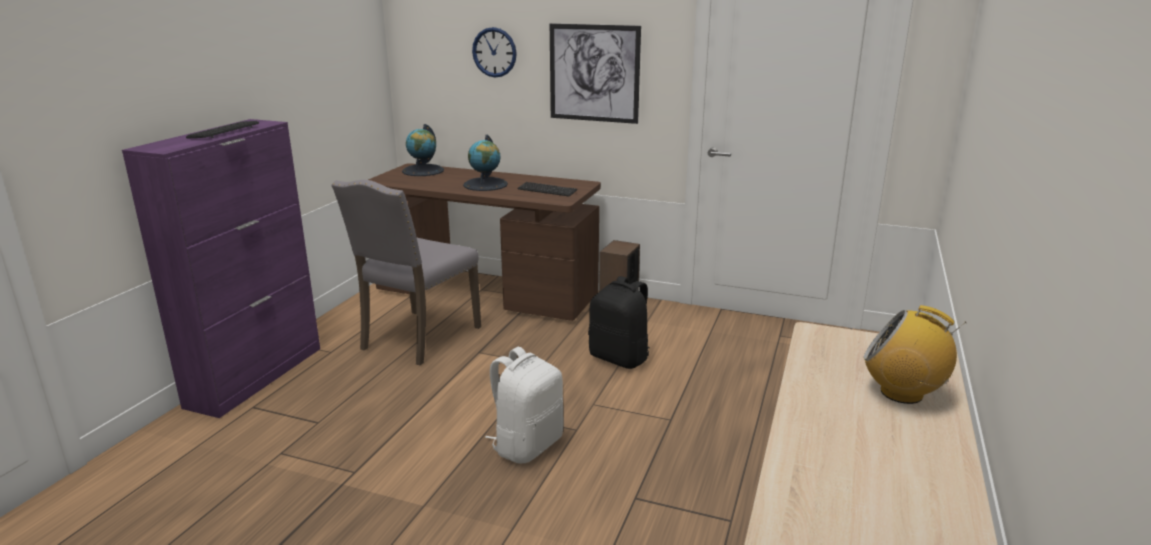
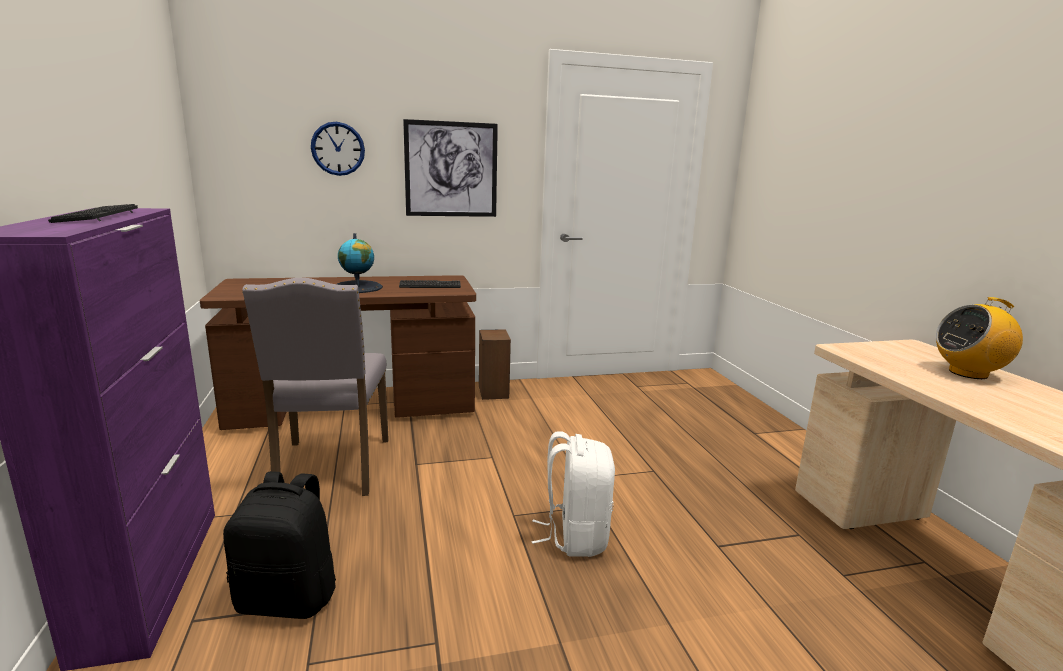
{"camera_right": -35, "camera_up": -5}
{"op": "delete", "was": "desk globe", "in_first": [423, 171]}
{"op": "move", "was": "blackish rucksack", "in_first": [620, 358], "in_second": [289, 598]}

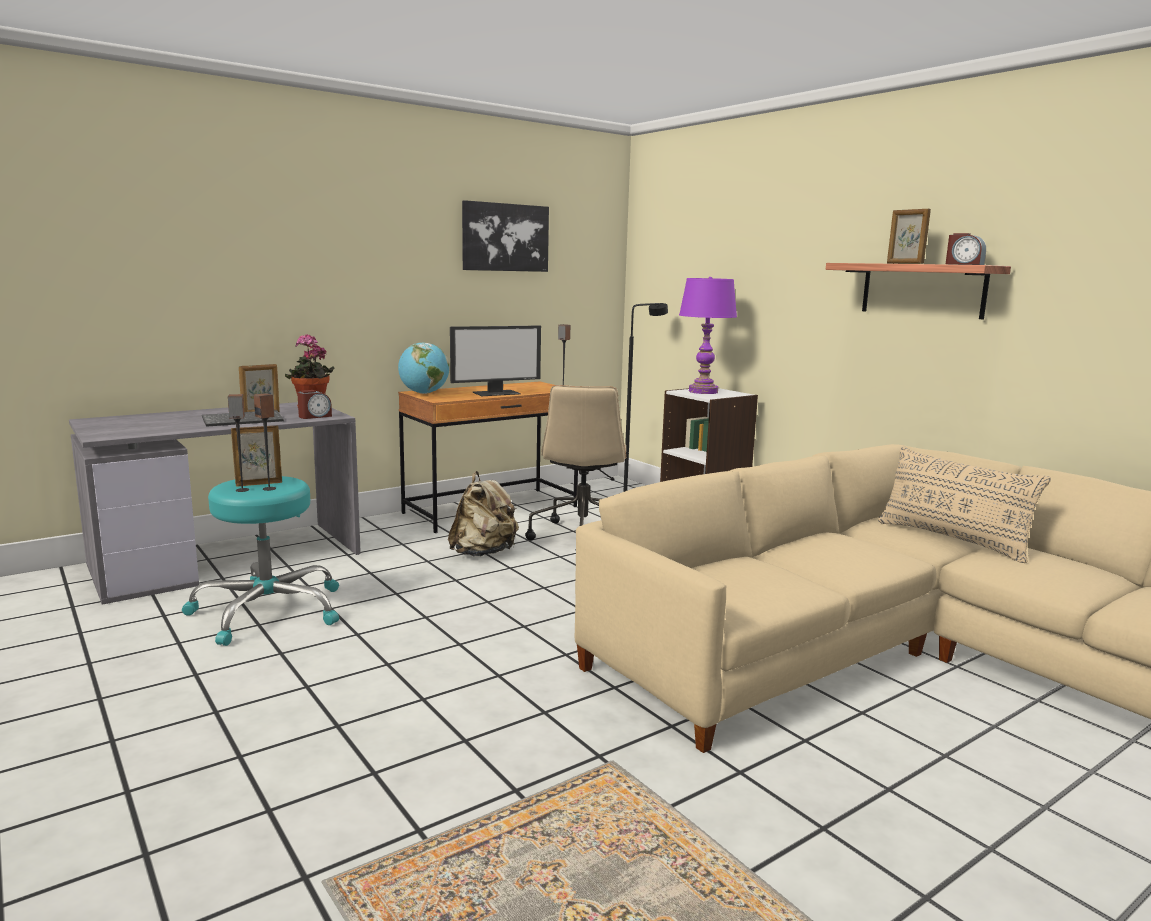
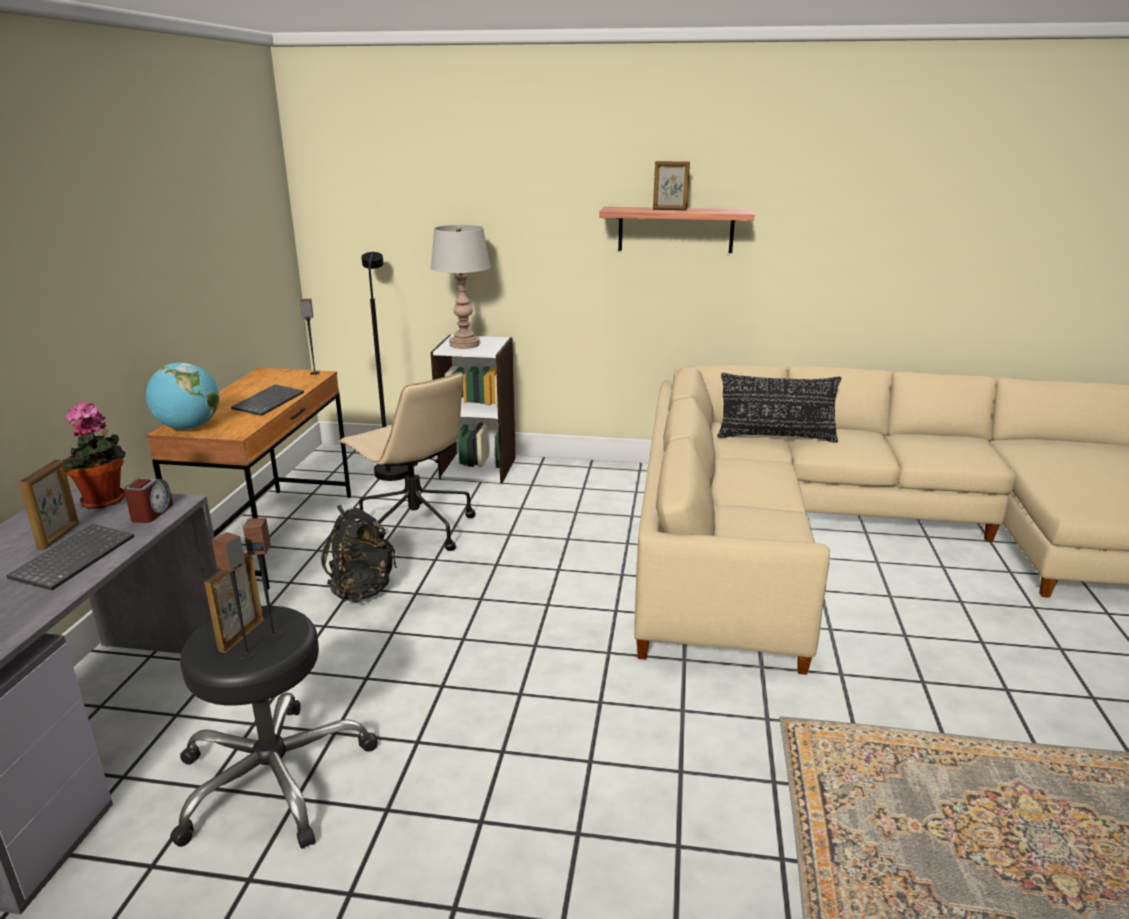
{"camera_right": -45, "camera_up": 10}
{"op": "delete", "was": "picture", "in_first": [505, 237]}
{"op": "delete", "was": "bedside clock", "in_first": [964, 264]}
{"op": "replace", "was": "monitor", "now": "PC keyboard", "in_first": [496, 393], "in_second": [268, 401]}
{"op": "recolor", "was": "turquoise-coloured stool", "now": "blackish stool", "in_first": [268, 611], "in_second": [273, 778]}
{"op": "recolor", "was": "beige rucksack", "now": "blackish rucksack", "in_first": [483, 553], "in_second": [362, 590]}
{"op": "recolor", "was": "purplish lamp for a table", "now": "grey lamp for a table", "in_first": [703, 391], "in_second": [464, 344]}
{"op": "recolor", "was": "beige throw pillow", "now": "blackish throw pillow", "in_first": [952, 540], "in_second": [776, 437]}

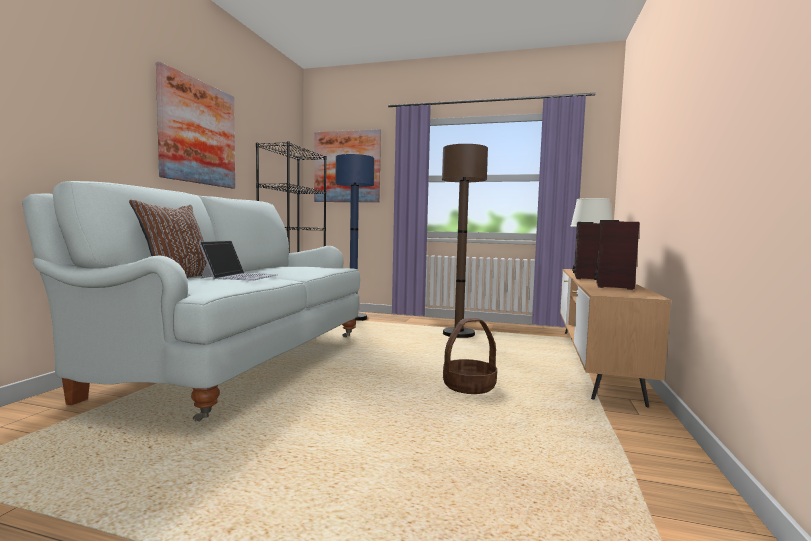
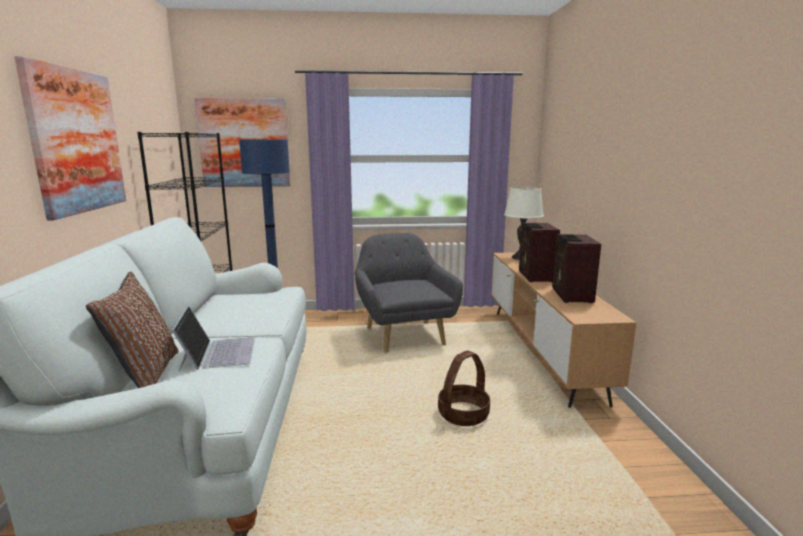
{"camera_right": -20, "camera_up": 10}
{"op": "replace", "was": "brown standard lamp", "now": "grey lounge chair", "in_first": [458, 334], "in_second": [404, 334]}

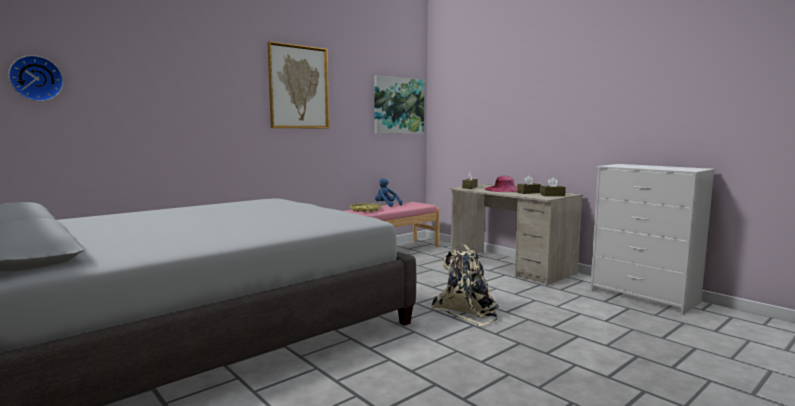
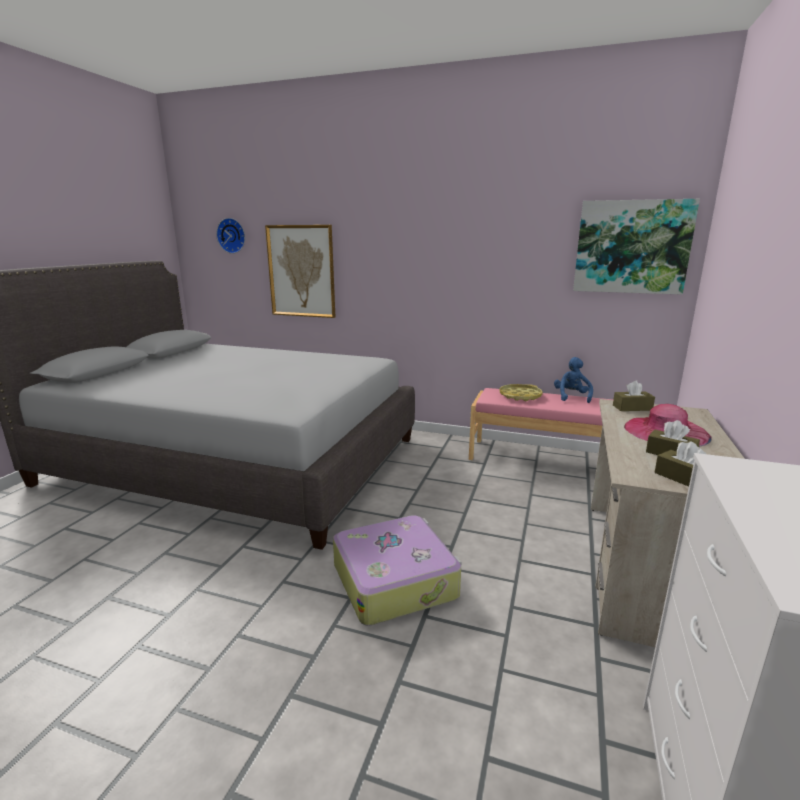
{"camera_right": 60, "camera_up": 10}
{"op": "move", "was": "picture", "in_first": [298, 87], "in_second": [301, 271]}
{"op": "replace", "was": "beige rucksack", "now": "travel case", "in_first": [467, 311], "in_second": [395, 580]}

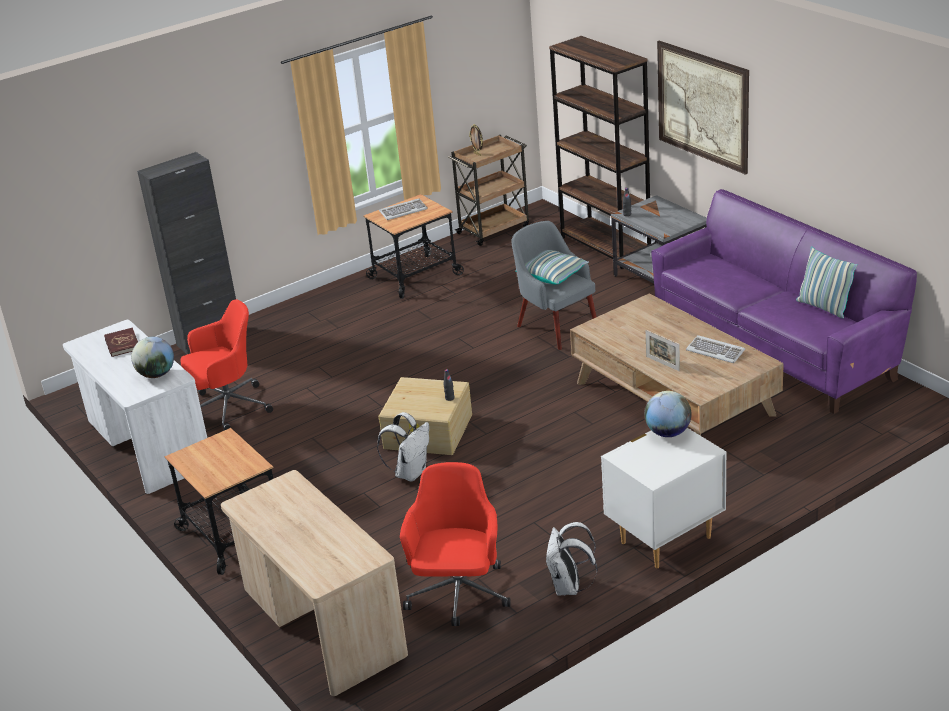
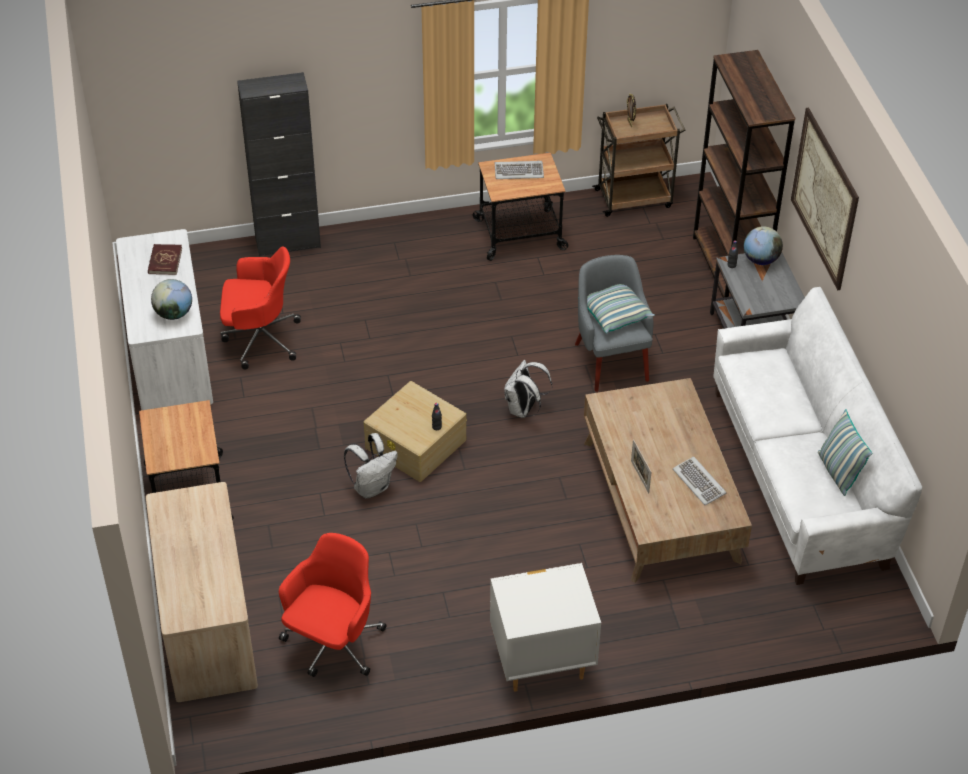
{"camera_right": 20, "camera_up": 15}
{"op": "move", "was": "whitish rucksack", "in_first": [569, 587], "in_second": [523, 410]}
{"op": "move", "was": "desk globe", "in_first": [668, 433], "in_second": [760, 260]}
{"op": "recolor", "was": "purplish sofa", "now": "whitish sofa", "in_first": [773, 348], "in_second": [798, 477]}

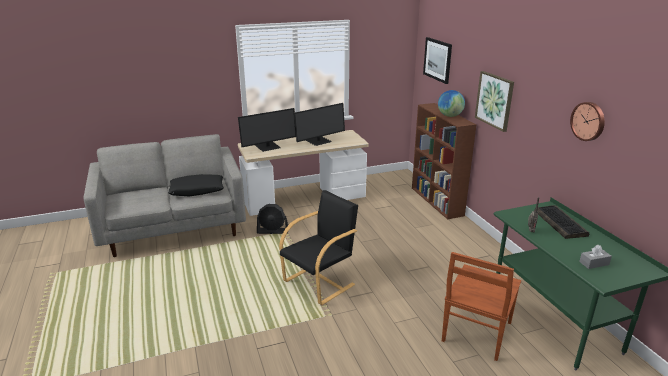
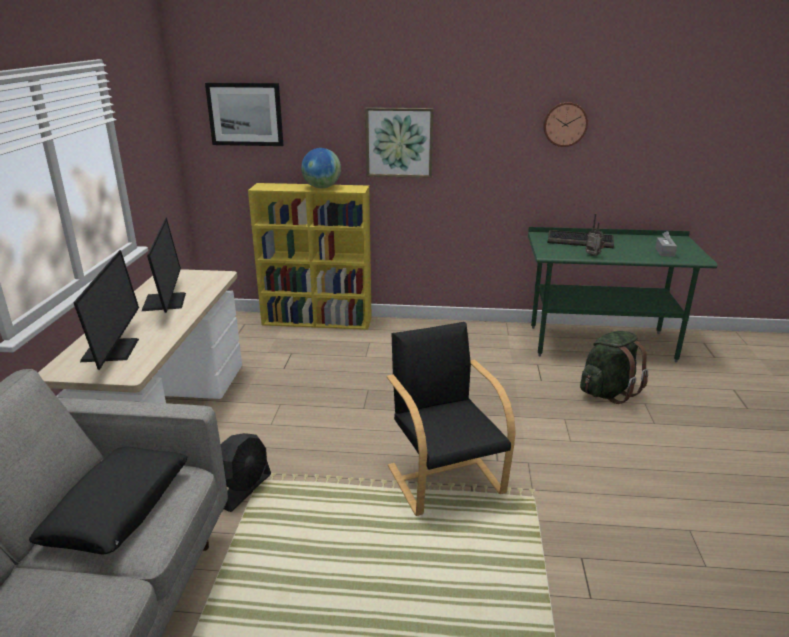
{"camera_right": -65, "camera_up": 0}
{"op": "replace", "was": "brown plain chair", "now": "green-coloured rucksack", "in_first": [476, 333], "in_second": [607, 392]}
{"op": "recolor", "was": "brown shelving unit", "now": "yellow-coloured shelving unit", "in_first": [437, 201], "in_second": [318, 321]}

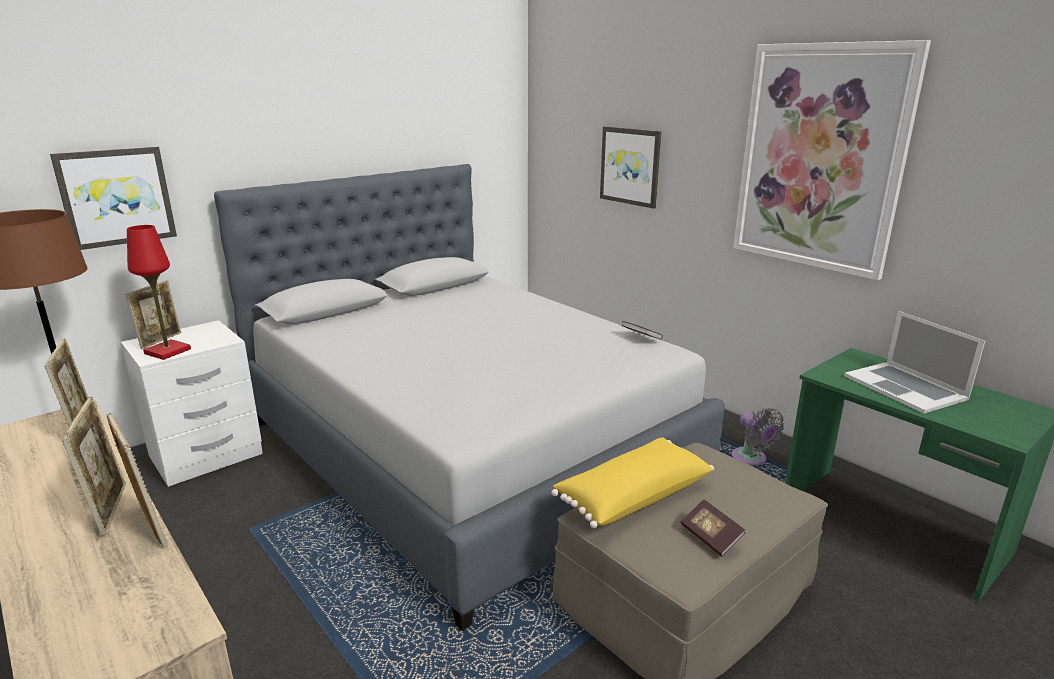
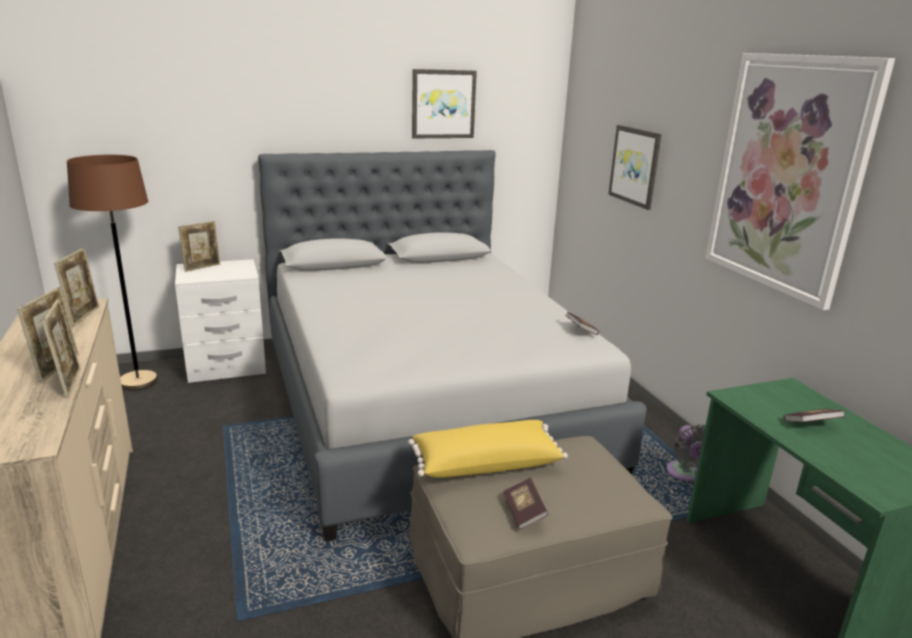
{"camera_right": 20, "camera_up": 0}
{"op": "delete", "was": "red lamp for a table", "in_first": [167, 351]}
{"op": "move", "was": "picture", "in_first": [116, 197], "in_second": [443, 104]}
{"op": "replace", "was": "notebook computer", "now": "bound book", "in_first": [905, 387], "in_second": [811, 425]}

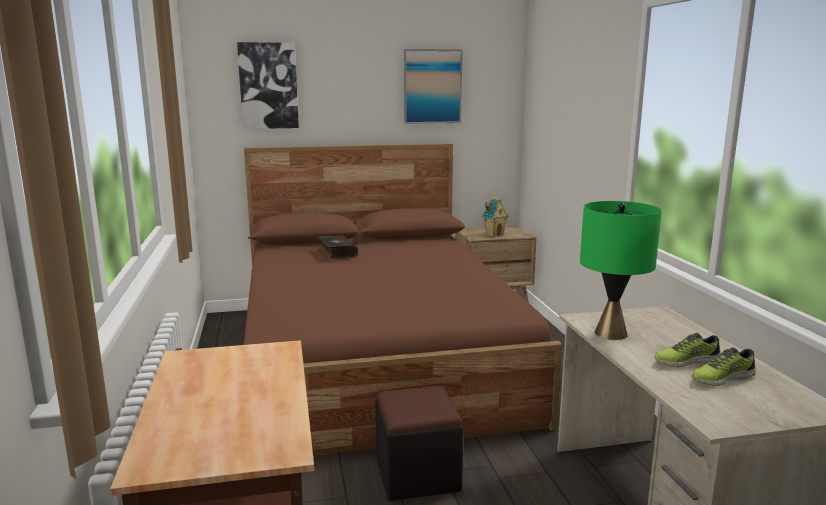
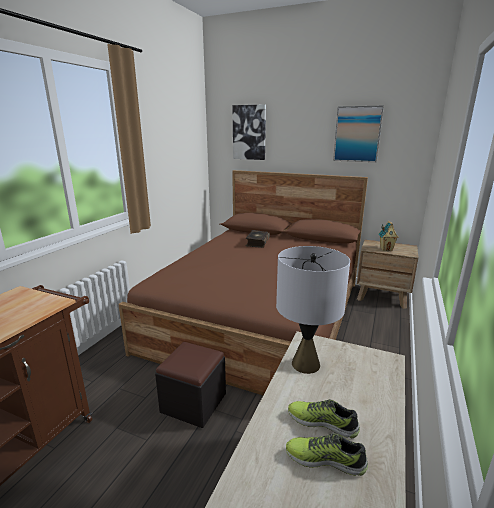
{"camera_right": 35, "camera_up": 5}
{"op": "recolor", "was": "green-coloured lamp for a table", "now": "grey lamp for a table", "in_first": [610, 333], "in_second": [305, 364]}

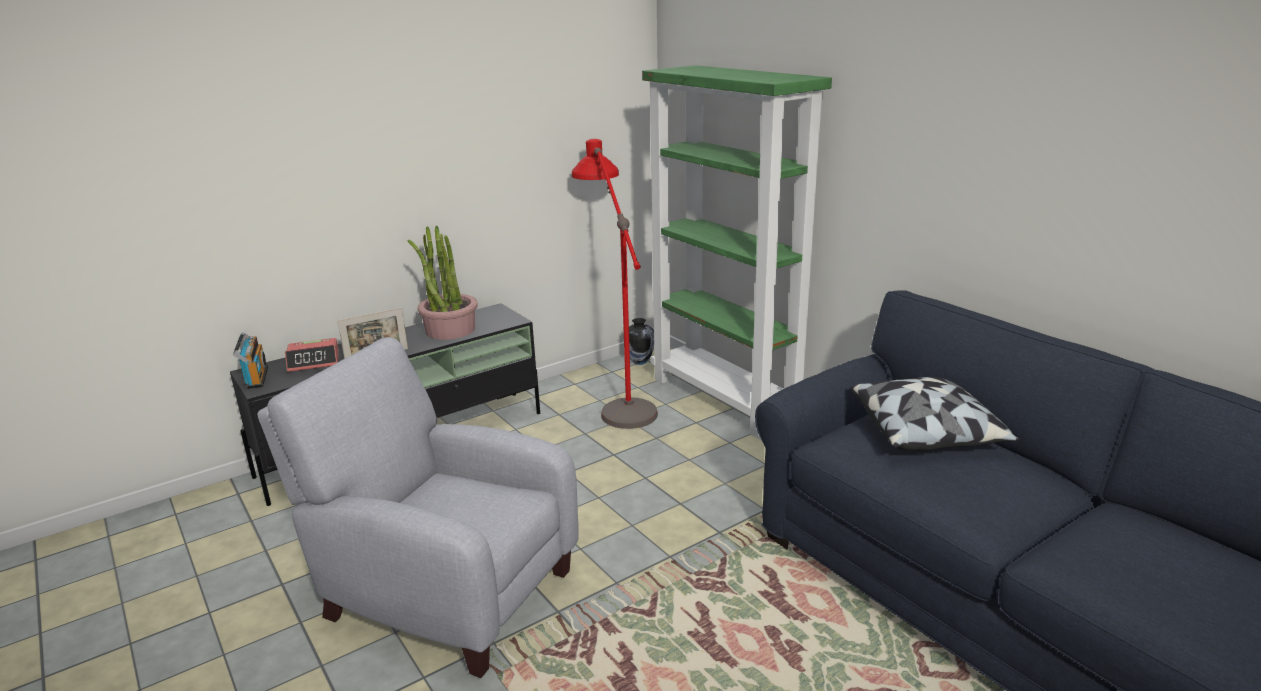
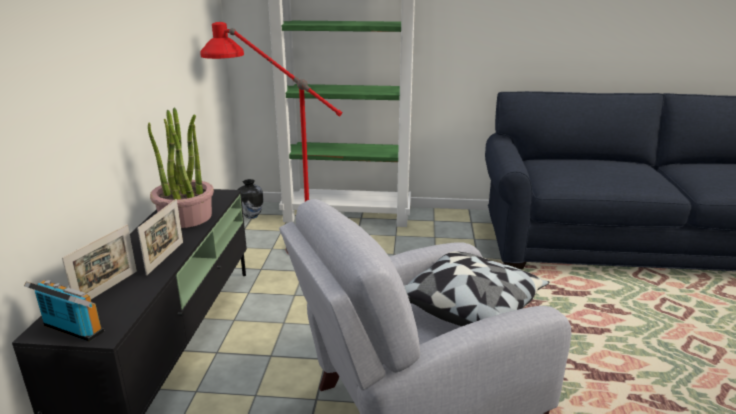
{"camera_right": -50, "camera_up": 0}
{"op": "move", "was": "throw pillow", "in_first": [927, 432], "in_second": [471, 306]}
{"op": "replace", "was": "bedside clock", "now": "photo frame", "in_first": [314, 361], "in_second": [107, 289]}

